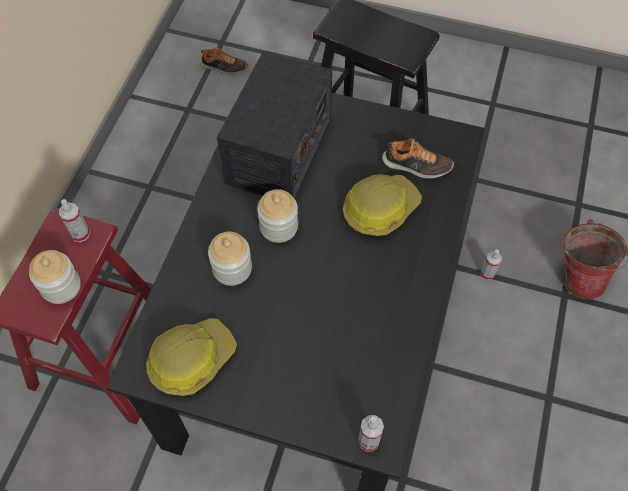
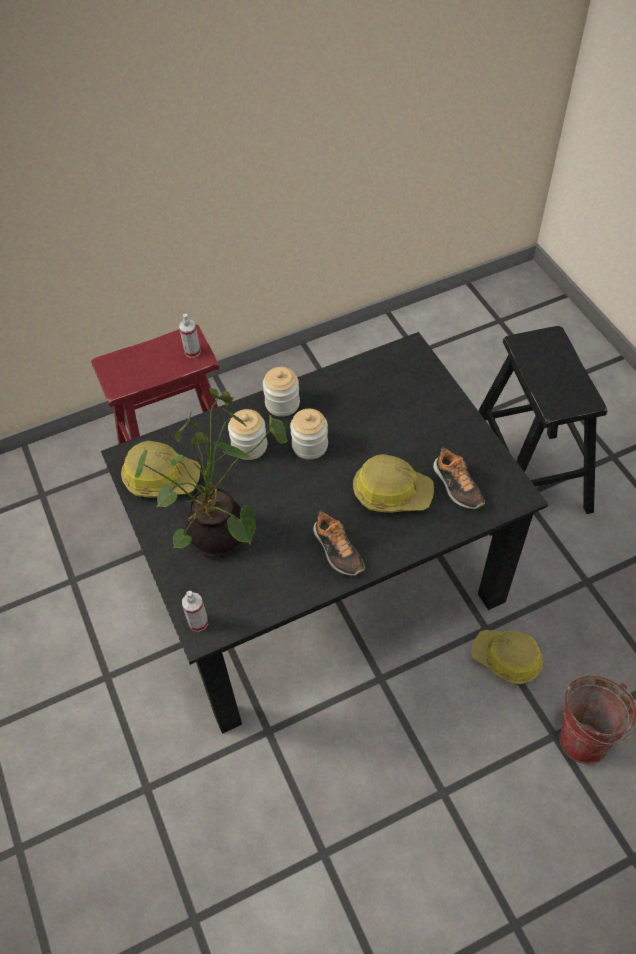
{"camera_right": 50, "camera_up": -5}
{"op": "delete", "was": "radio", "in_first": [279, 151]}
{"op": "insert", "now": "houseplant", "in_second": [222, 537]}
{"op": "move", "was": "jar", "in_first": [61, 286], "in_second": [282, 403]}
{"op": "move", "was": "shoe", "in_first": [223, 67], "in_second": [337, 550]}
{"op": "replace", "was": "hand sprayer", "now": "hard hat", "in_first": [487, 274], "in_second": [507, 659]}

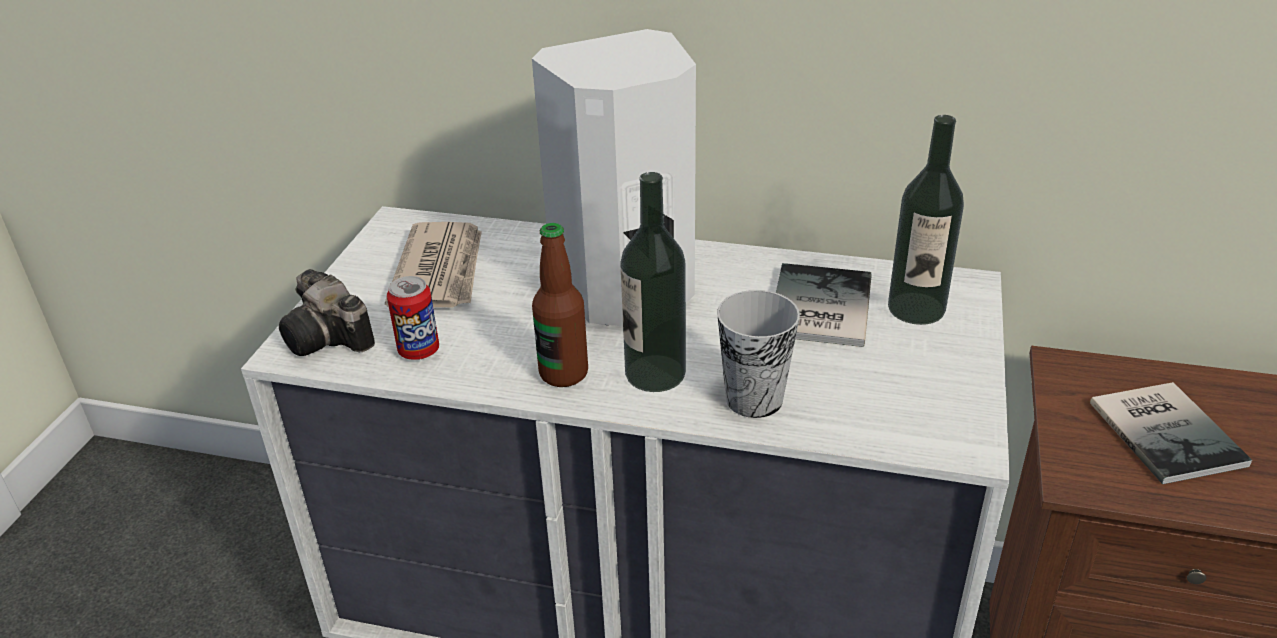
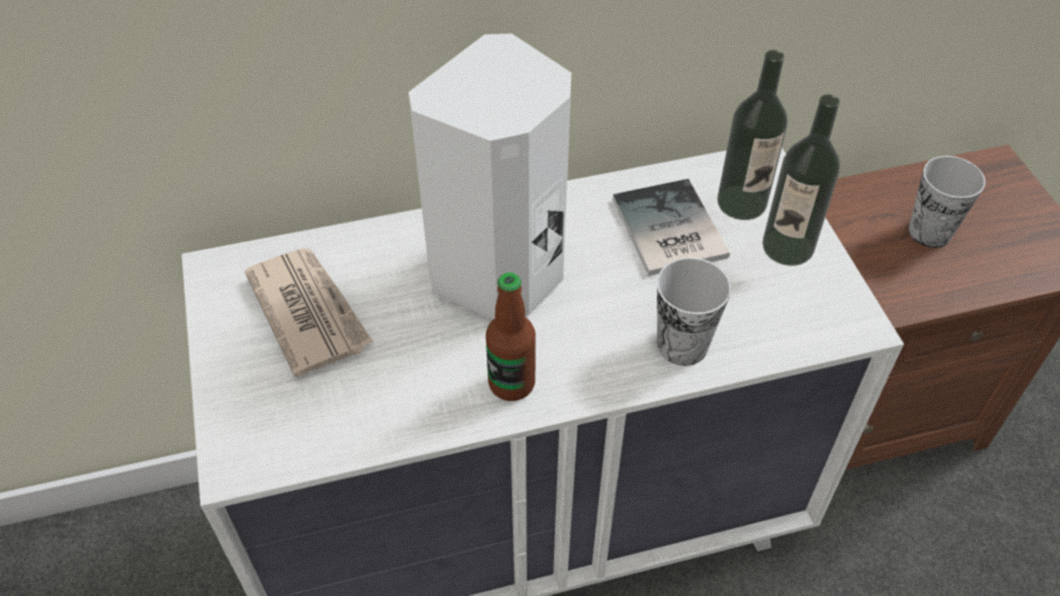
{"camera_right": -30, "camera_up": 15}
{"op": "delete", "was": "still camera", "in_first": [330, 338]}
{"op": "delete", "was": "sealed can", "in_first": [419, 351]}
{"op": "move", "was": "drink bottle", "in_first": [655, 373], "in_second": [787, 247]}
{"op": "replace", "was": "bound book", "now": "small cup", "in_first": [1167, 431], "in_second": [929, 232]}

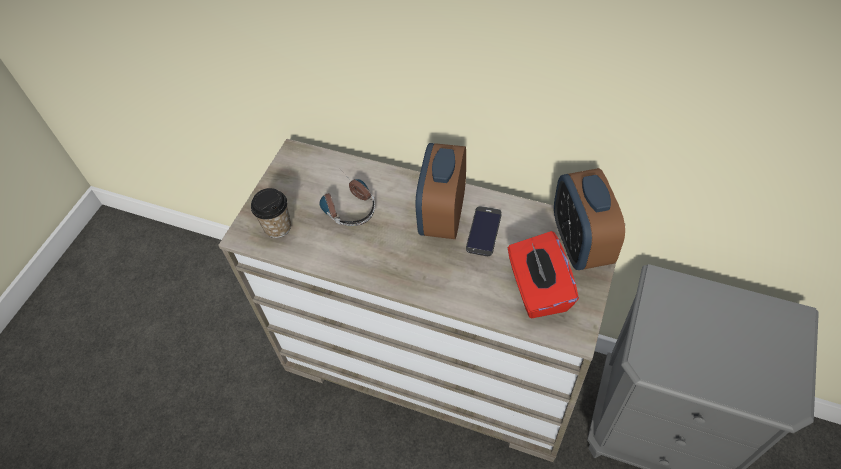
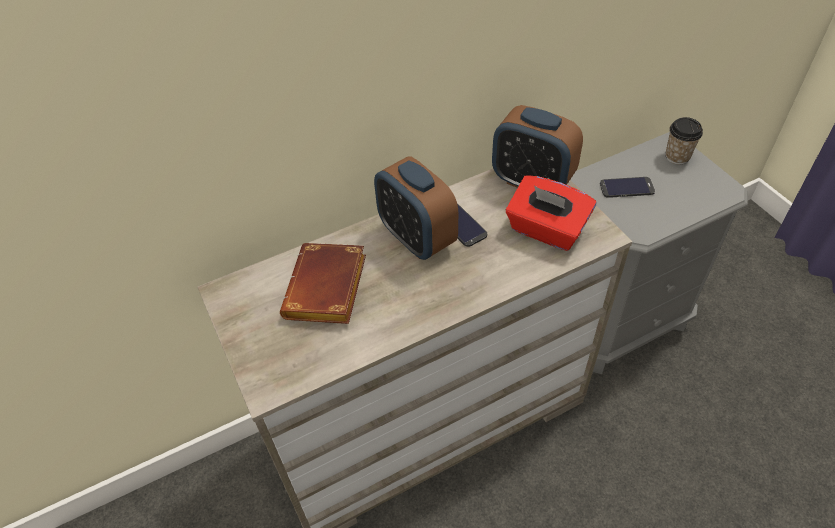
{"camera_right": -50, "camera_up": -5}
{"op": "insert", "now": "telephone", "in_second": [627, 188]}
{"op": "move", "was": "small cup", "in_first": [277, 227], "in_second": [677, 156]}
{"op": "replace", "was": "headset", "now": "brown bound book", "in_first": [346, 204], "in_second": [328, 291]}

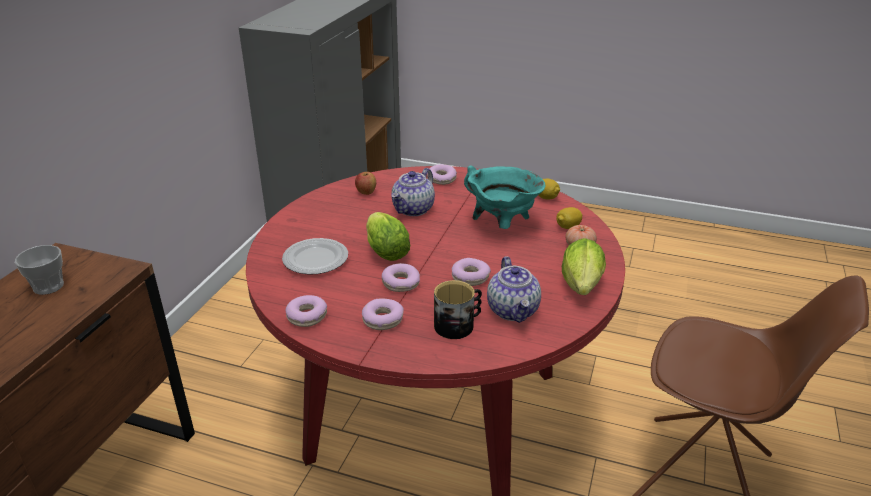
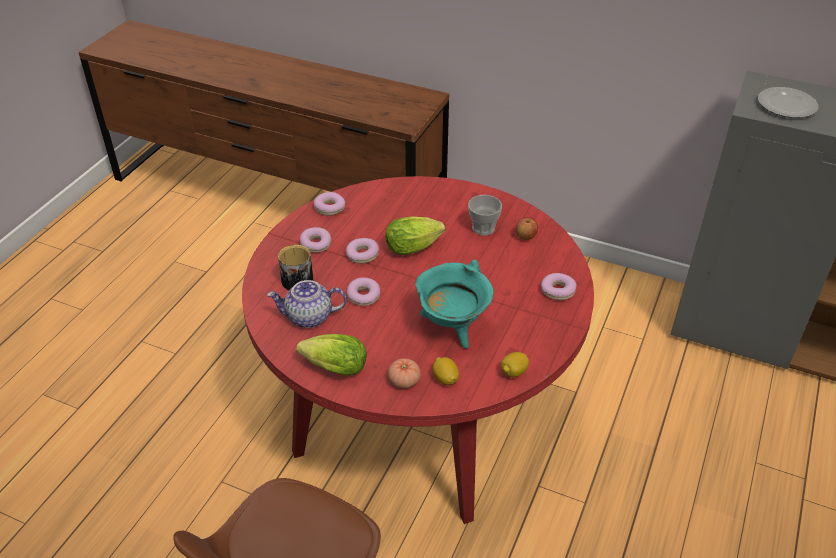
{"camera_right": 95, "camera_up": 10}
{"op": "delete", "was": "tea pot", "in_first": [413, 209]}
{"op": "move", "was": "small cup", "in_first": [48, 286], "in_second": [483, 228]}
{"op": "move", "was": "dinner plate", "in_first": [315, 259], "in_second": [786, 105]}

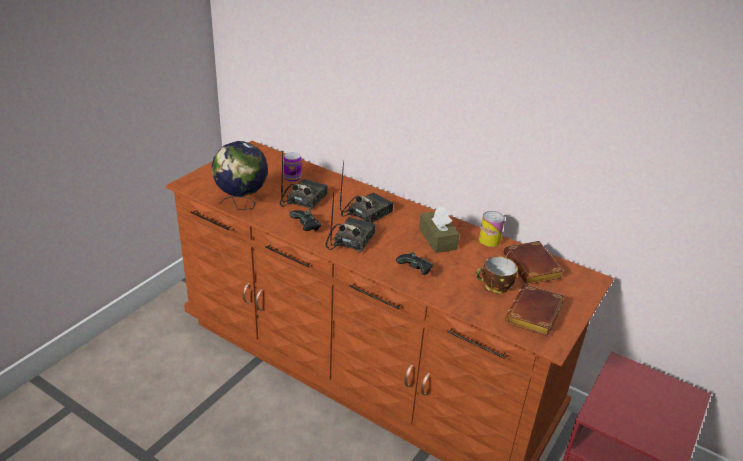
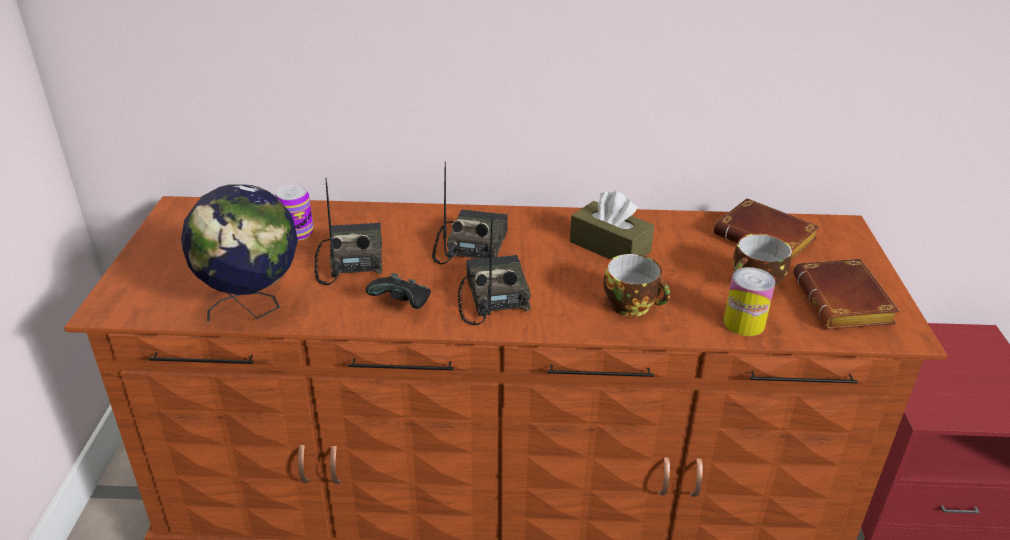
{"camera_right": -30, "camera_up": 0}
{"op": "move", "was": "sealed can", "in_first": [489, 240], "in_second": [744, 323]}
{"op": "replace", "was": "blackish gamepad", "now": "small cup", "in_first": [415, 271], "in_second": [633, 305]}

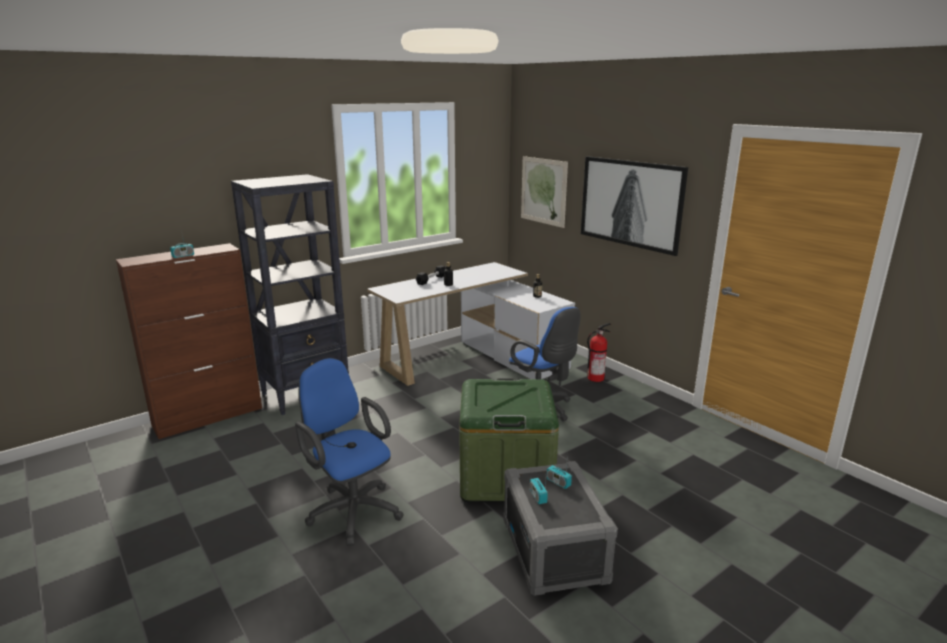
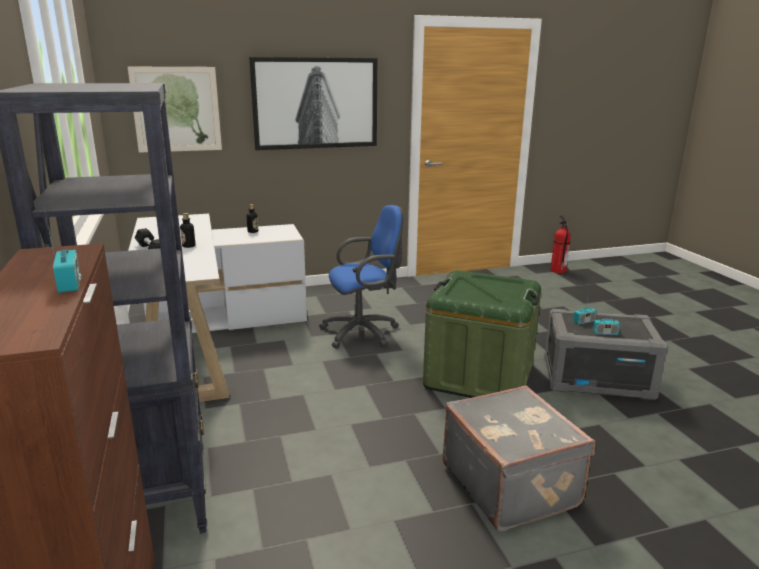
{"camera_right": -70, "camera_up": 0}
{"op": "move", "was": "fire extinguisher", "in_first": [596, 378], "in_second": [557, 270]}
{"op": "replace", "was": "blue computer chair", "now": "grey travel case", "in_first": [351, 509], "in_second": [511, 484]}

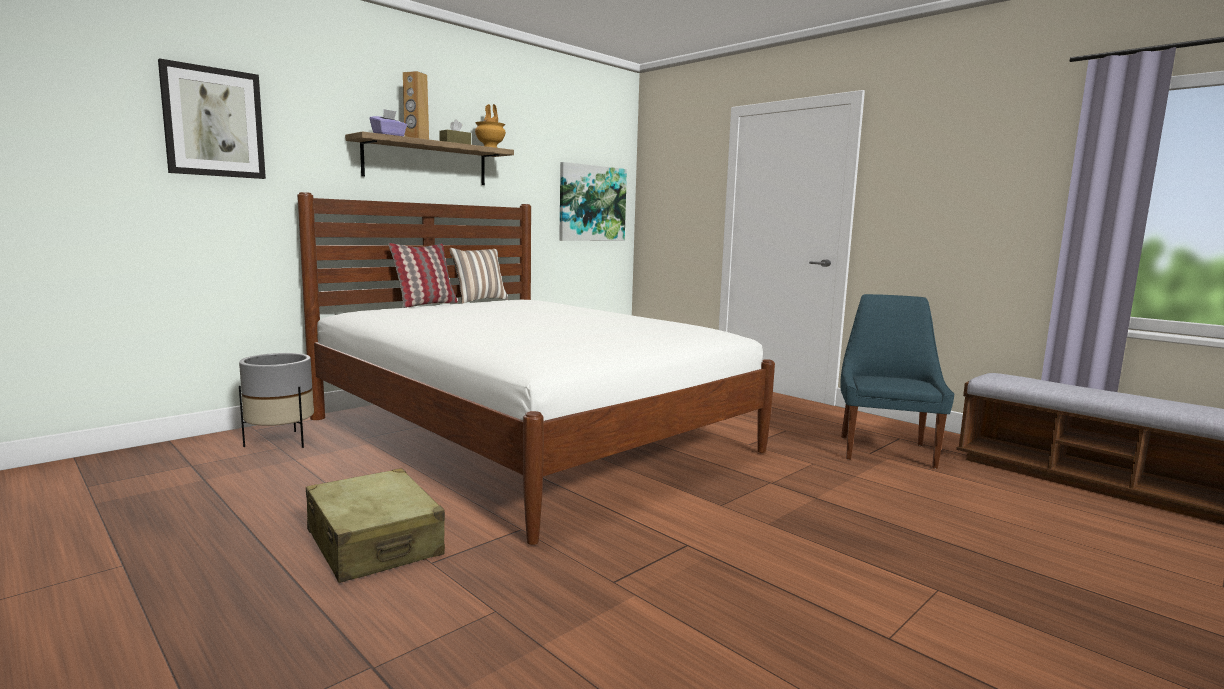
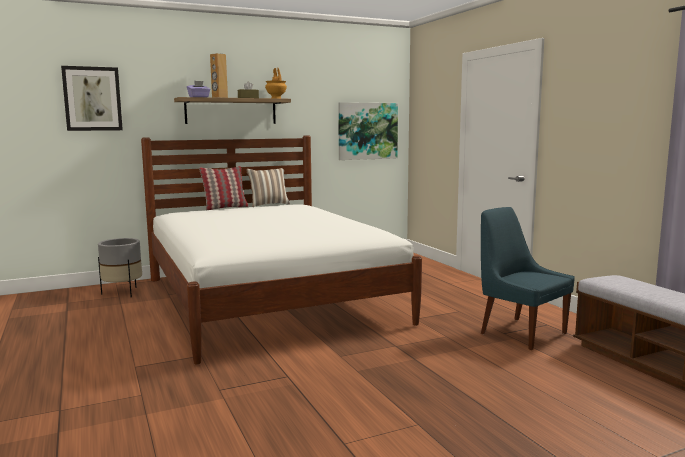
{"camera_right": 20, "camera_up": 0}
{"op": "delete", "was": "beige travel case", "in_first": [374, 543]}
{"op": "rotate", "was": "blue plain chair", "in_first": [885, 450], "in_second": [520, 332], "clockwise": -75}

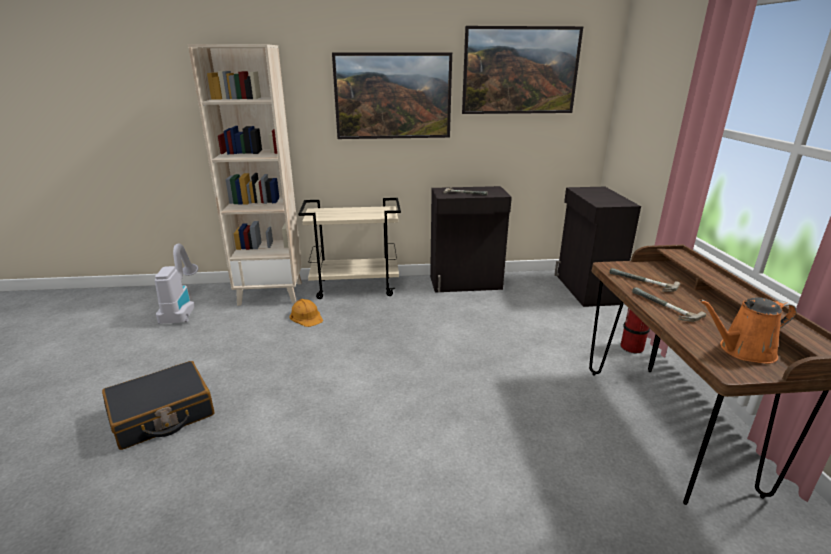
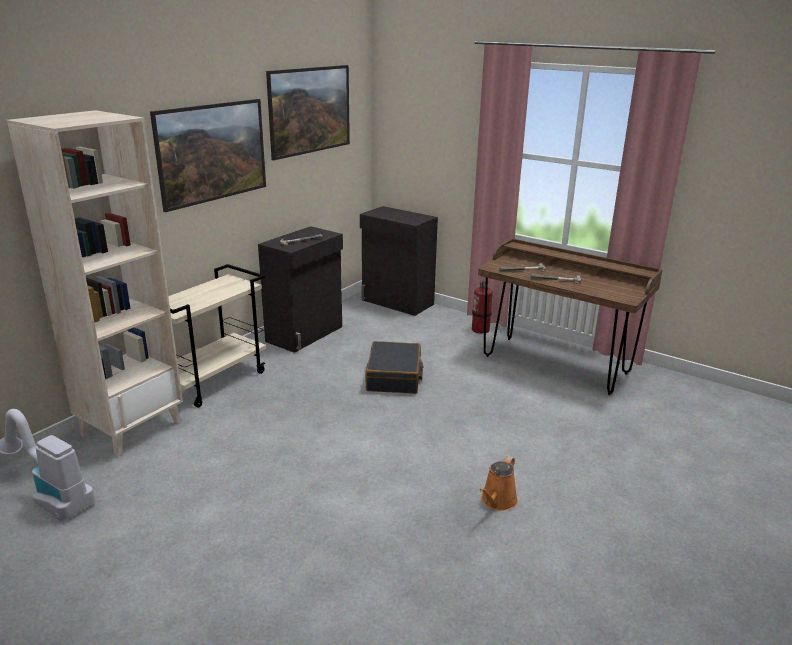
{"camera_right": -50, "camera_up": 0}
{"op": "delete", "was": "orangey hard hat", "in_first": [306, 317]}
{"op": "move", "was": "blackish travel case", "in_first": [162, 415], "in_second": [394, 377]}
{"op": "move", "was": "orangey sprinkling can", "in_first": [742, 351], "in_second": [497, 501]}

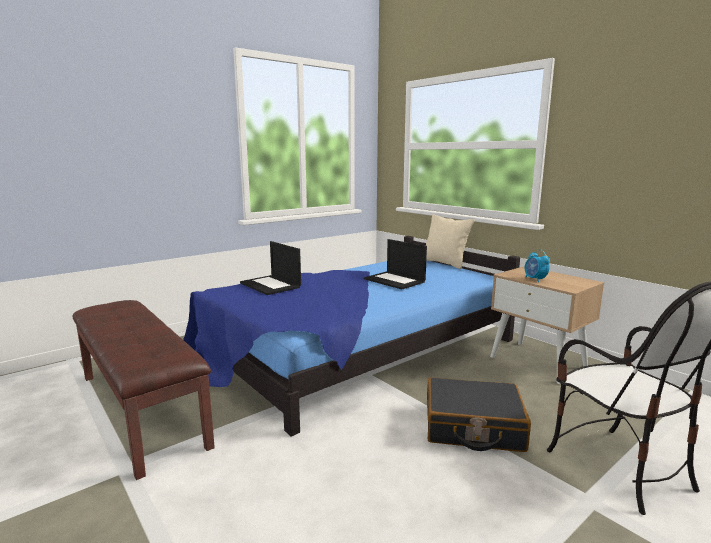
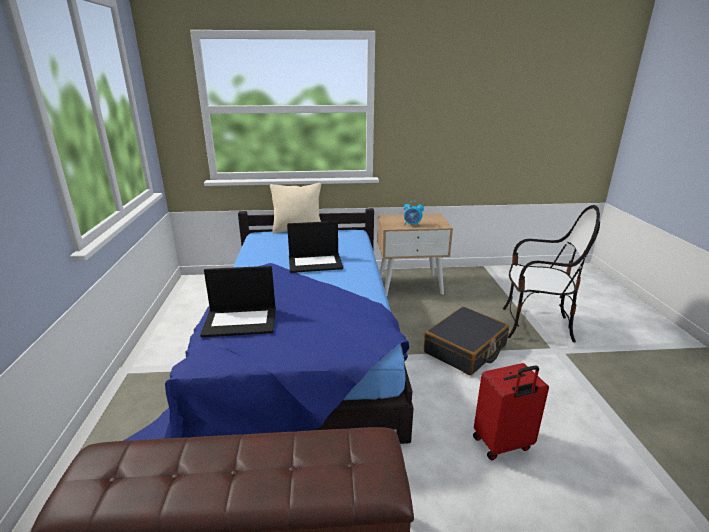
{"camera_right": -55, "camera_up": 10}
{"op": "insert", "now": "red travel case", "in_second": [503, 444]}

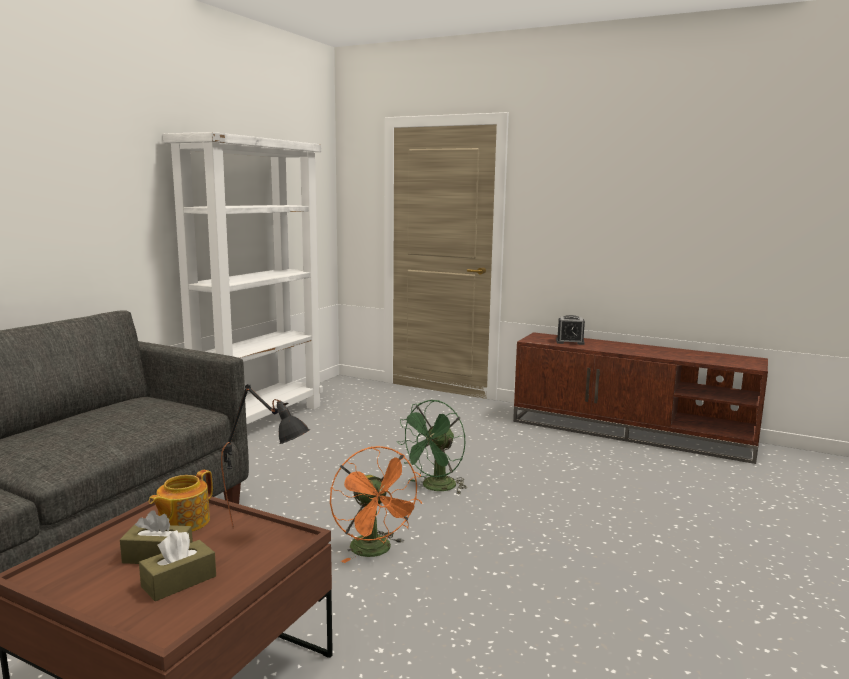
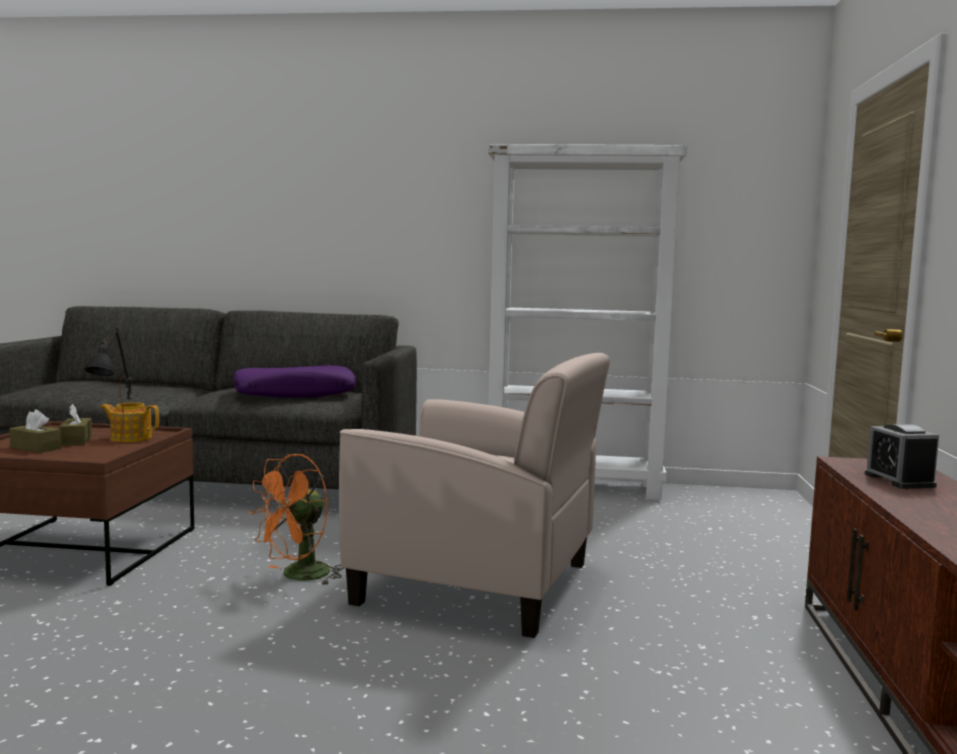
{"camera_right": 70, "camera_up": -5}
{"op": "insert", "now": "purplish throw pillow", "in_second": [295, 394]}
{"op": "replace", "was": "green-coloured electric fan", "now": "beige lounge chair", "in_first": [435, 488], "in_second": [478, 584]}

